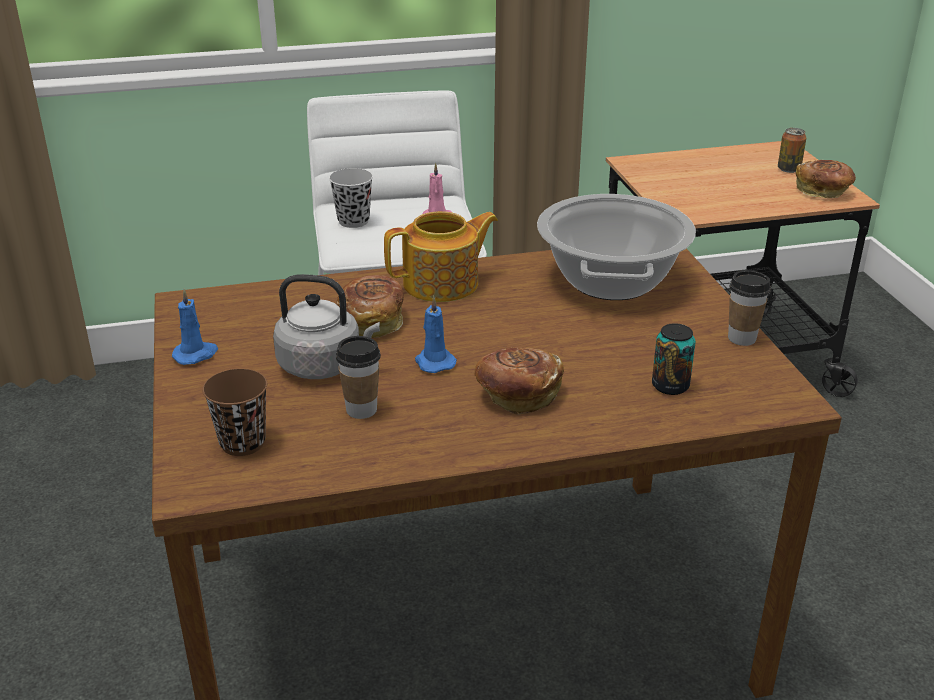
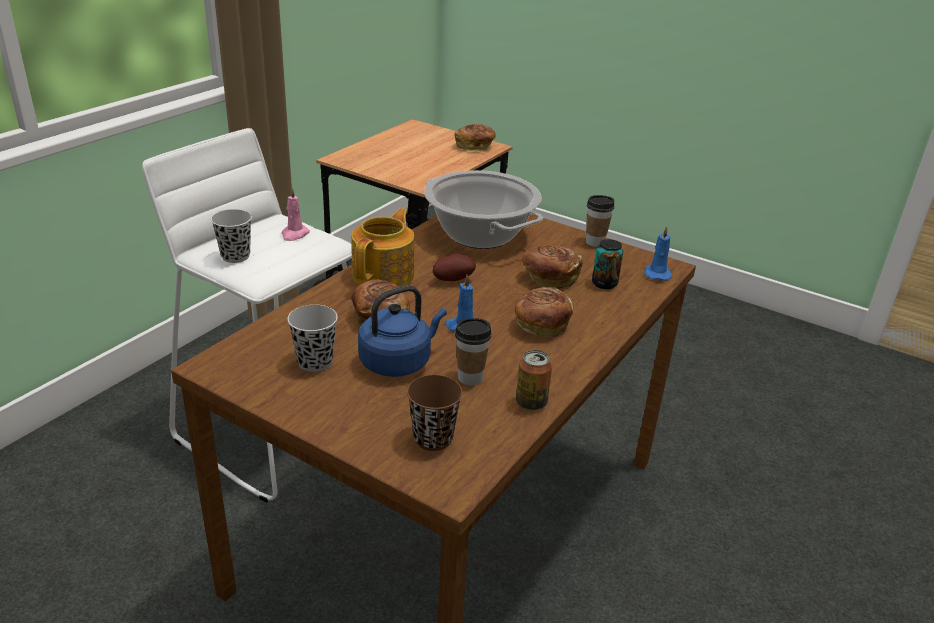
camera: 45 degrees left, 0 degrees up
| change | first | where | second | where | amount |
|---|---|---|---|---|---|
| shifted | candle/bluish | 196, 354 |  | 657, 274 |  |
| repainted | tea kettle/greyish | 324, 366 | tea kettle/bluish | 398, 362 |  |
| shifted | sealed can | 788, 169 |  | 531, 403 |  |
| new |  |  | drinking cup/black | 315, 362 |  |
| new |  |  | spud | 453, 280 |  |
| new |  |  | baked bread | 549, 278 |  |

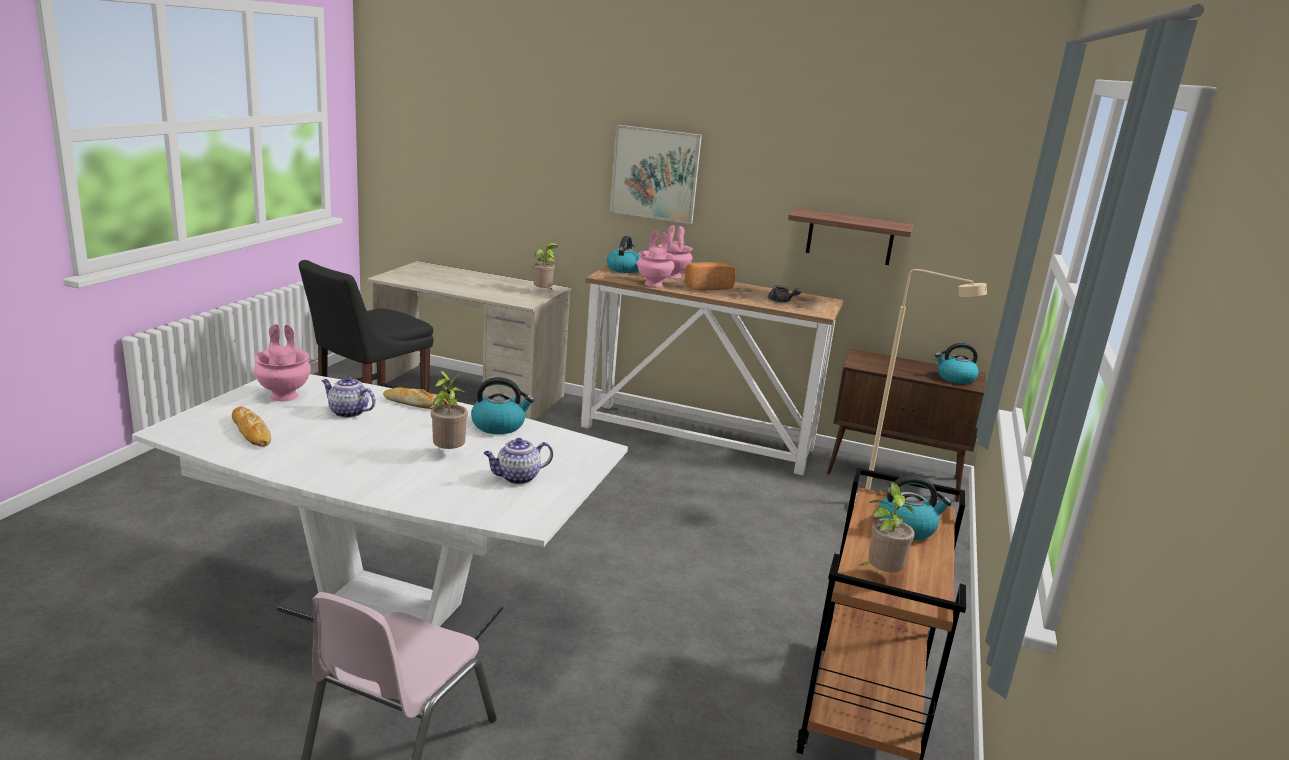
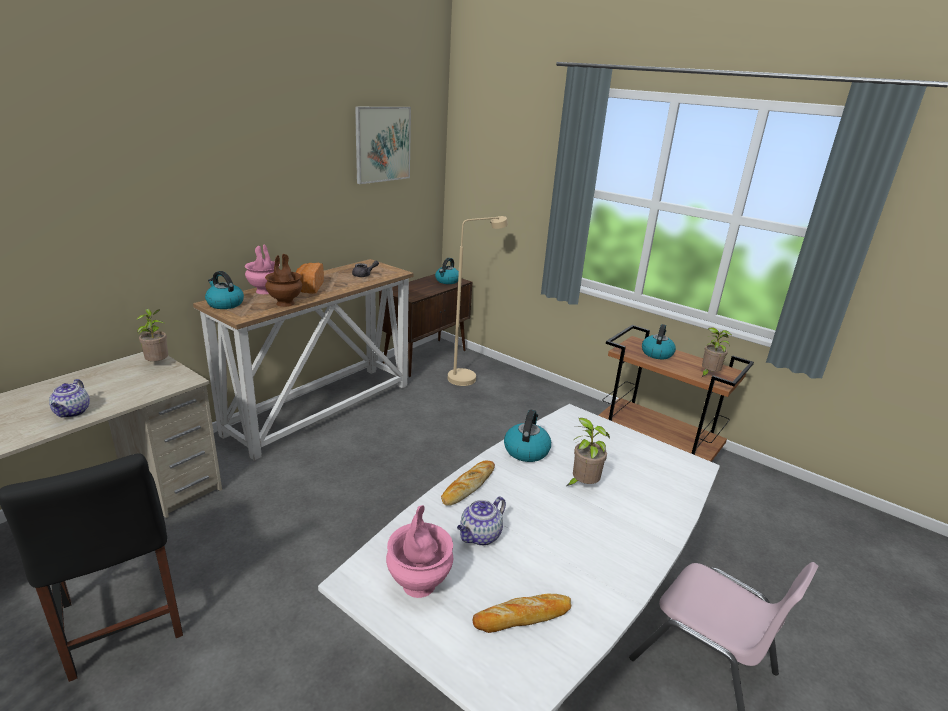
camera: 70 degrees left, 5 degrees up
| change | first | where | second | where | amount |
|---|---|---|---|---|---|
| shifted | pot for tea | 517, 478 |  | 72, 412 |  |
| shifted | wall picture | 655, 174 |  | 382, 144 |  |
| repainted | flower vase/pink | 654, 284 | flower vase/brown-coloured | 285, 303 |  |
| gone | shelf | 850, 237 |  |  |  |

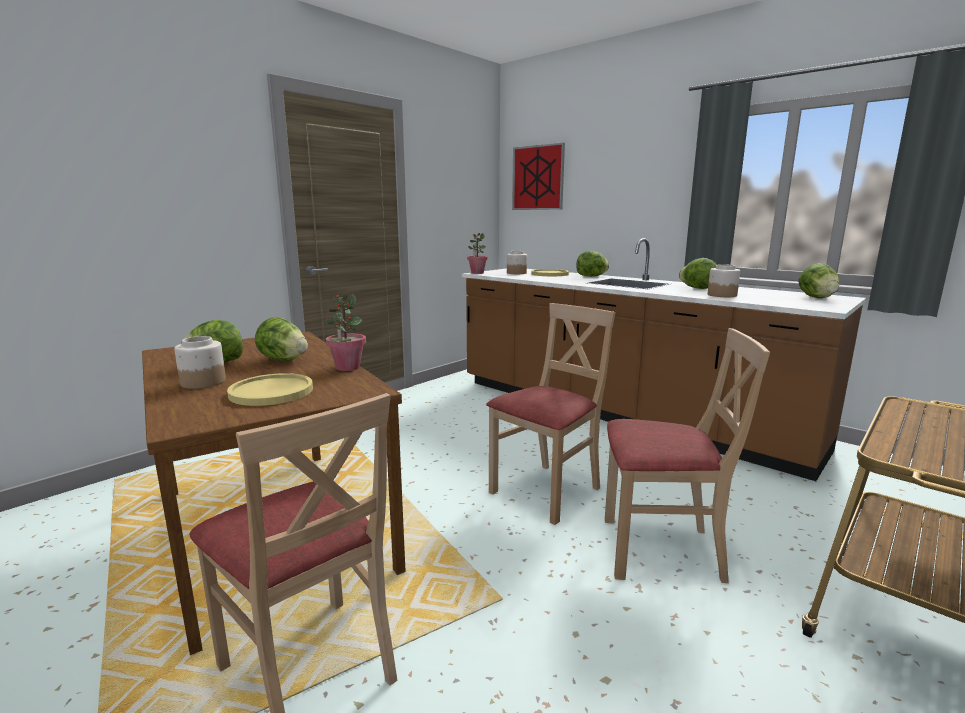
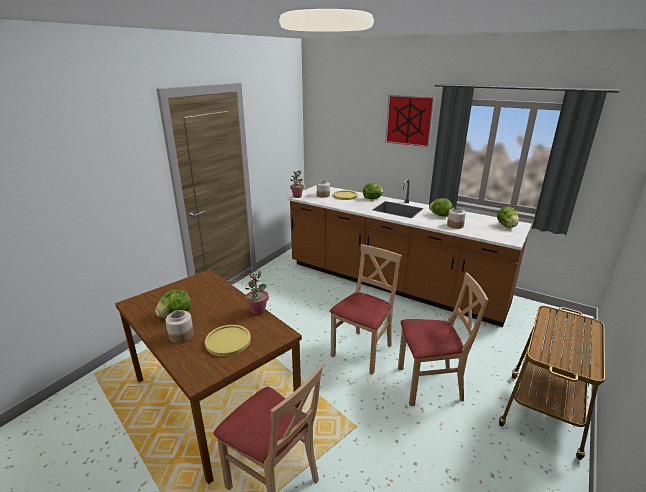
camera: 10 degrees left, 10 degrees up
| change | first | where | second | where | amount |
|---|---|---|---|---|---|
| gone | lettuce | 283, 360 |  |  |  |
| shifted | wall picture | 538, 178 |  | 409, 120 |  |

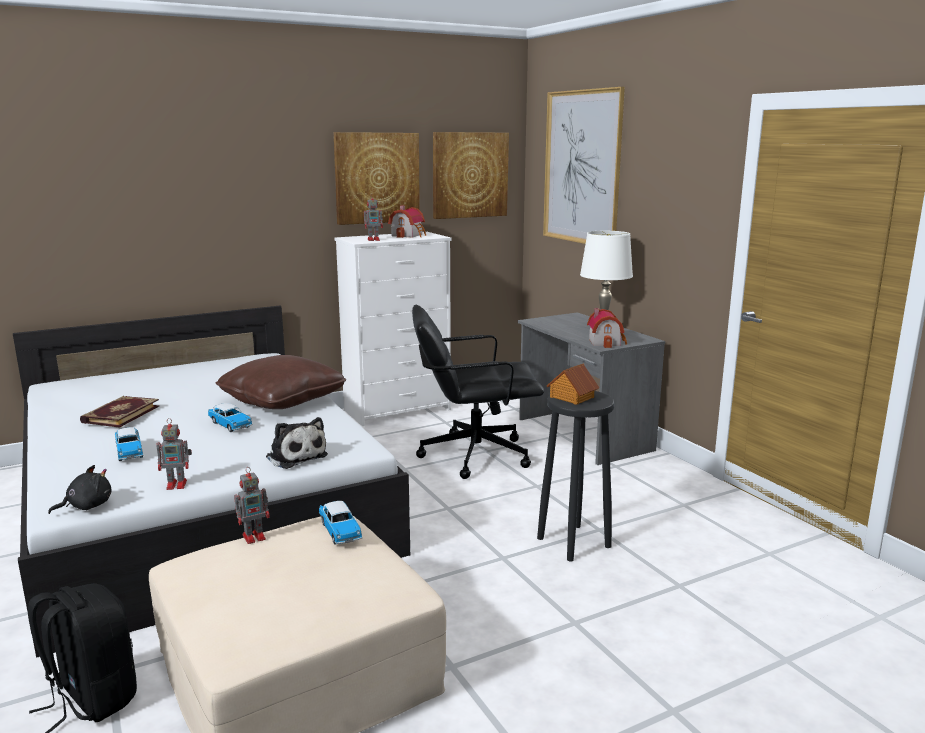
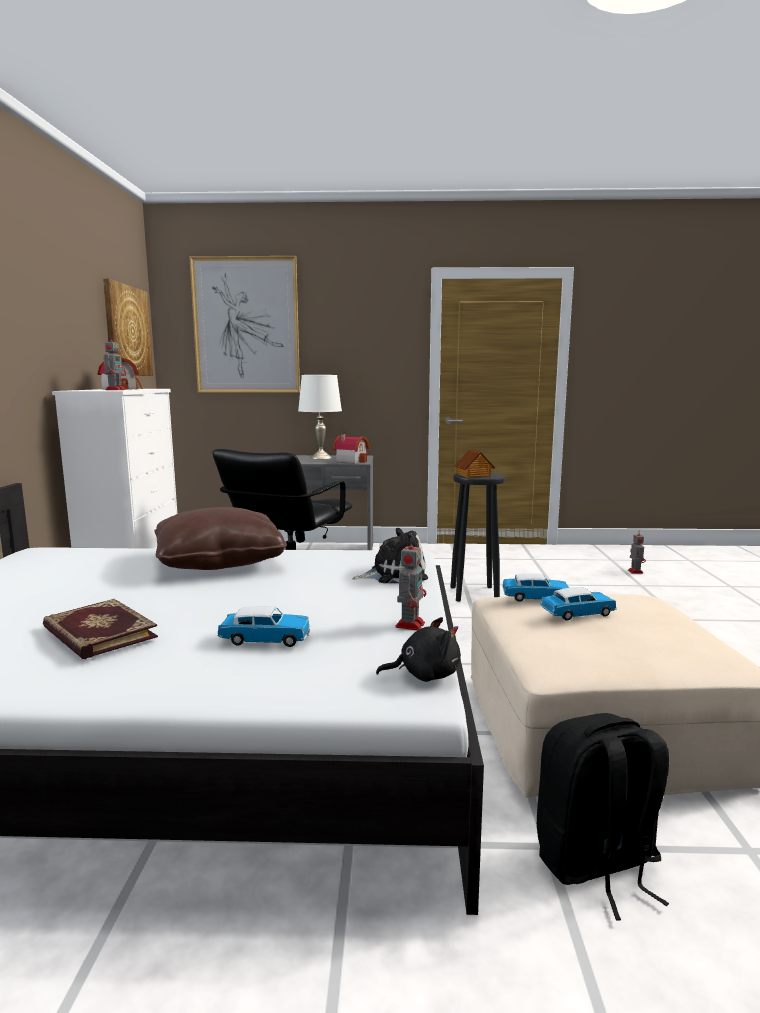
camera: 60 degrees left, 5 degrees down
| change | first | where | second | where | amount |
|---|---|---|---|---|---|
| rotated | plush toy/black | 86, 506 |  | 425, 675 | 90 degrees clockwise |
| shifted | miniature car | 230, 425 |  | 578, 613 |  |
| shifted | robot figure | 255, 536 |  | 635, 571 |  |
| gone | wall picture | 377, 178 |  |  |  |

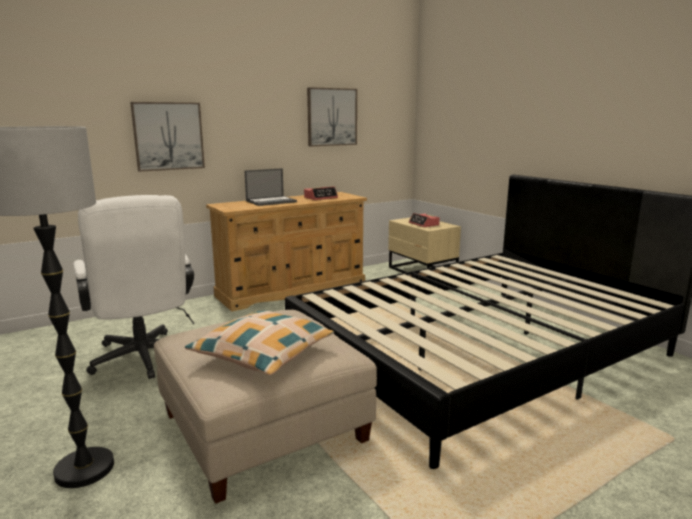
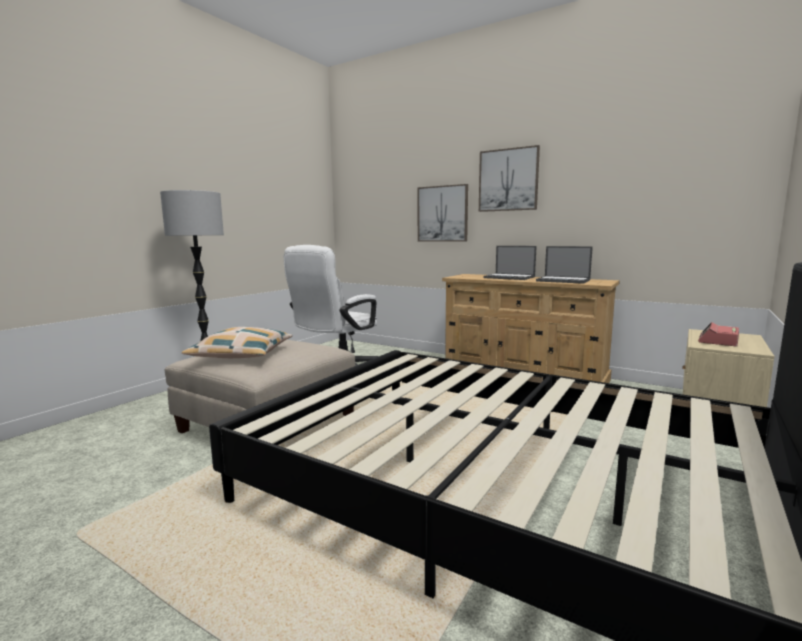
camera: 65 degrees right, 5 degrees down
| change | first | where | second | where | amount |
|---|---|---|---|---|---|
| swapped | bedside clock | 321, 198 | notebook computer | 564, 280 |  |
| shifted | wall picture | 332, 117 |  | 508, 180 |  |

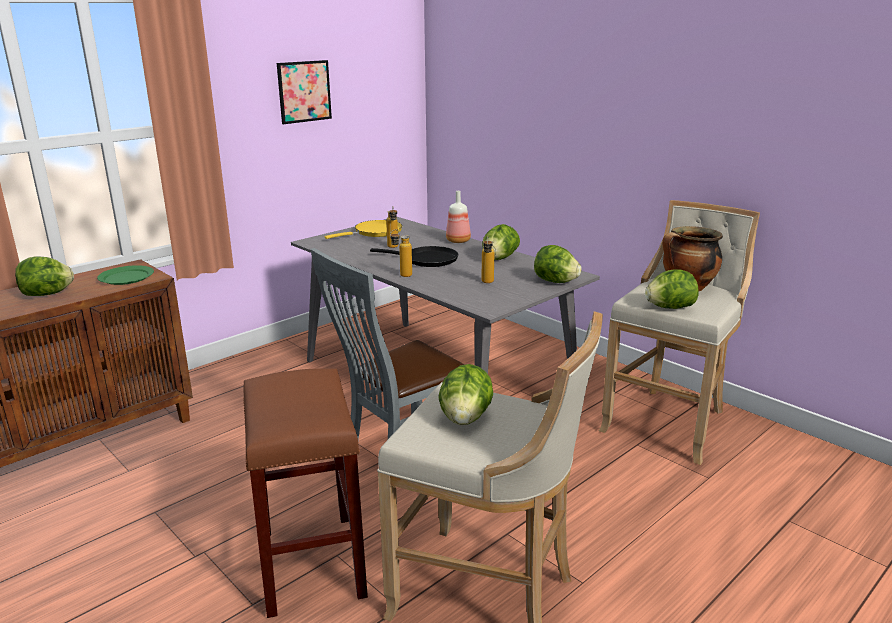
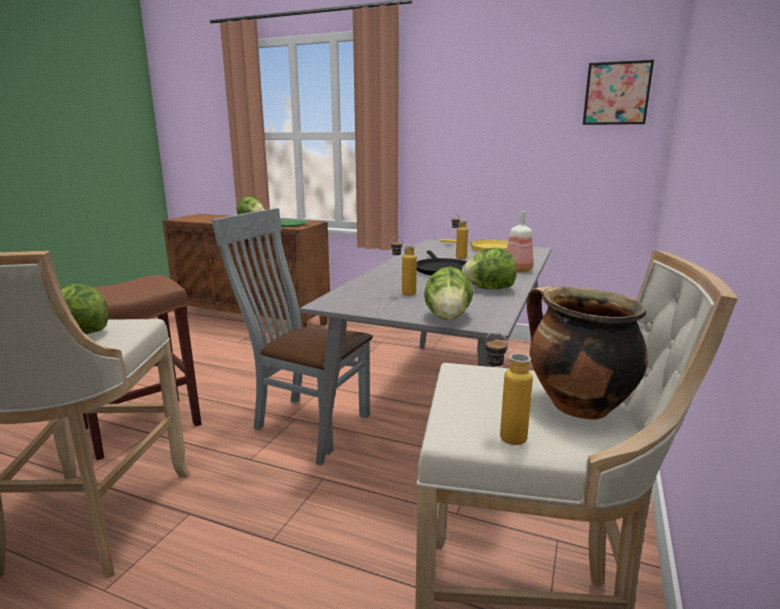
camera: 65 degrees right, 5 degrees down
| change | first | where | second | where | amount |
|---|---|---|---|---|---|
| shifted | wall picture | 304, 91 |  | 616, 93 |  |
| shifted | beverage bottle | 401, 276 |  | 502, 435 |  |
| gone | lettuce | 669, 307 |  |  |  |

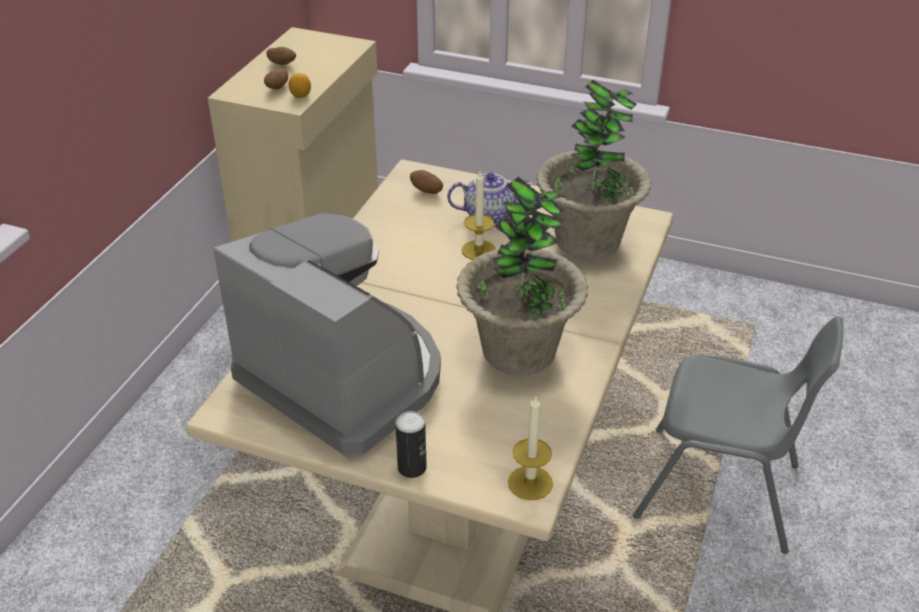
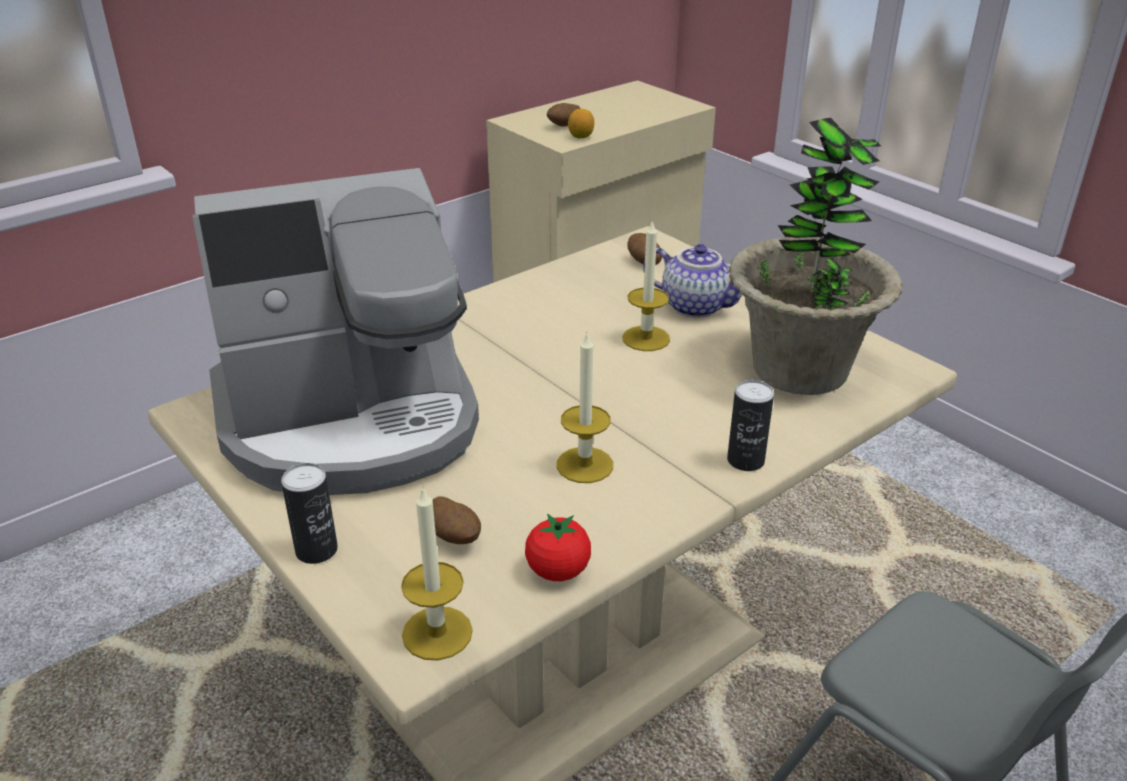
camera: 30 degrees right, 5 degrees down
| change | first | where | second | where | amount |
|---|---|---|---|---|---|
| rotated | coffee maker | 344, 378 |  | 352, 421 | 90 degrees clockwise |
| shifted | spud | 282, 64 |  | 455, 538 |  |
| swapped | houseplant | 519, 351 | candle | 584, 465 |  |
| new |  |  | tomato | 558, 571 |  |
| new |  |  | sealed can | 745, 460 |  |

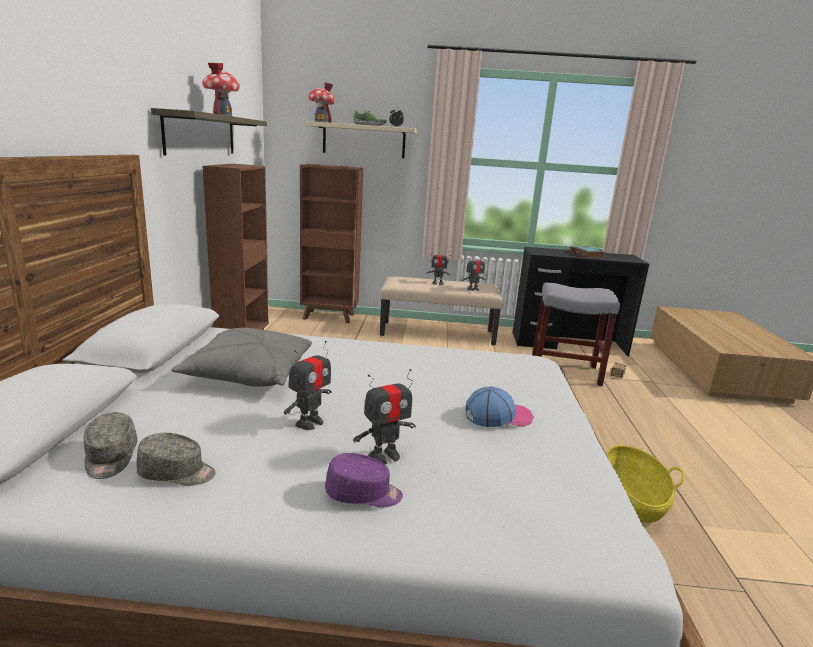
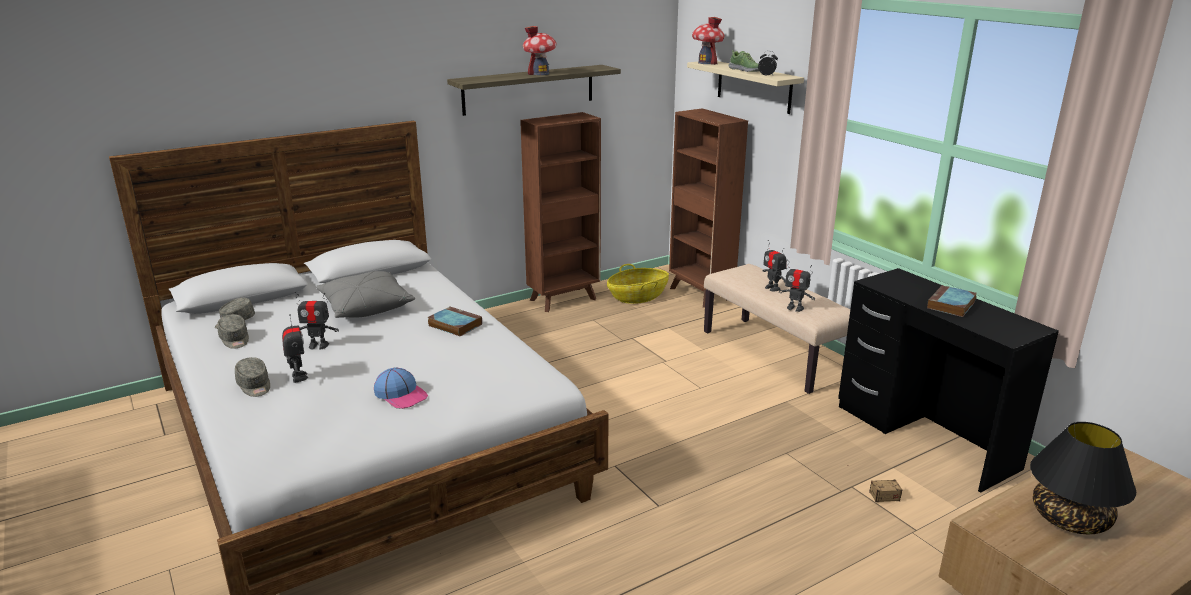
camera: 55 degrees right, 5 degrees up
| change | first | where | second | where | amount |
|---|---|---|---|---|---|
| repainted | peaked cap/purple-coloured | 364, 494 | peaked cap/greyish | 254, 386 |  |
| rotated | robot figure | 384, 456 |  | 298, 377 | 135 degrees counterclockwise |
| gone | sitting stool/greyish | 564, 372 |  |  |  |
| shifted | household basket | 631, 501 |  | 637, 297 |  |
| new |  |  | book | 454, 325 |  |
| new |  |  | table lamp/black | 1069, 518 |  |

